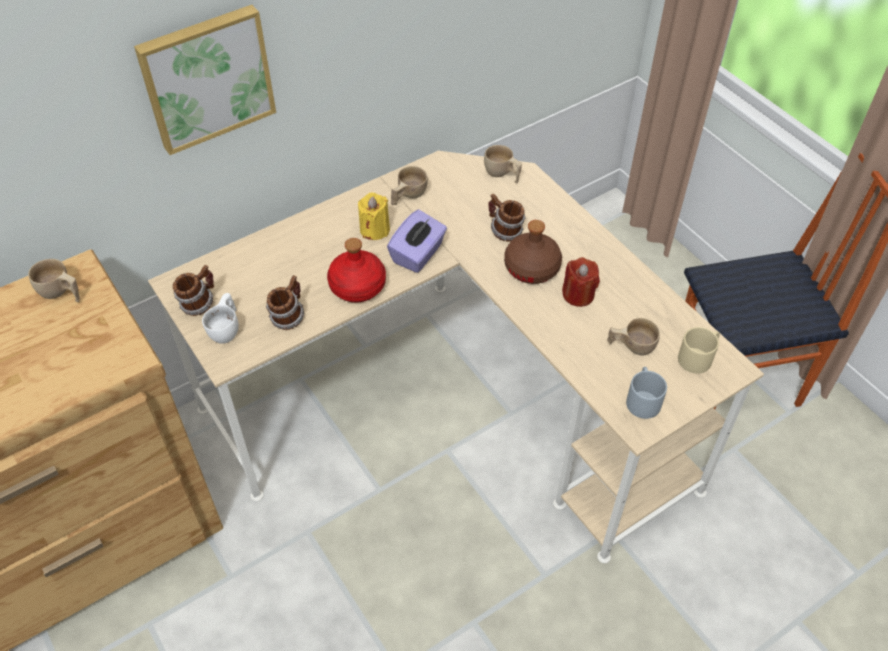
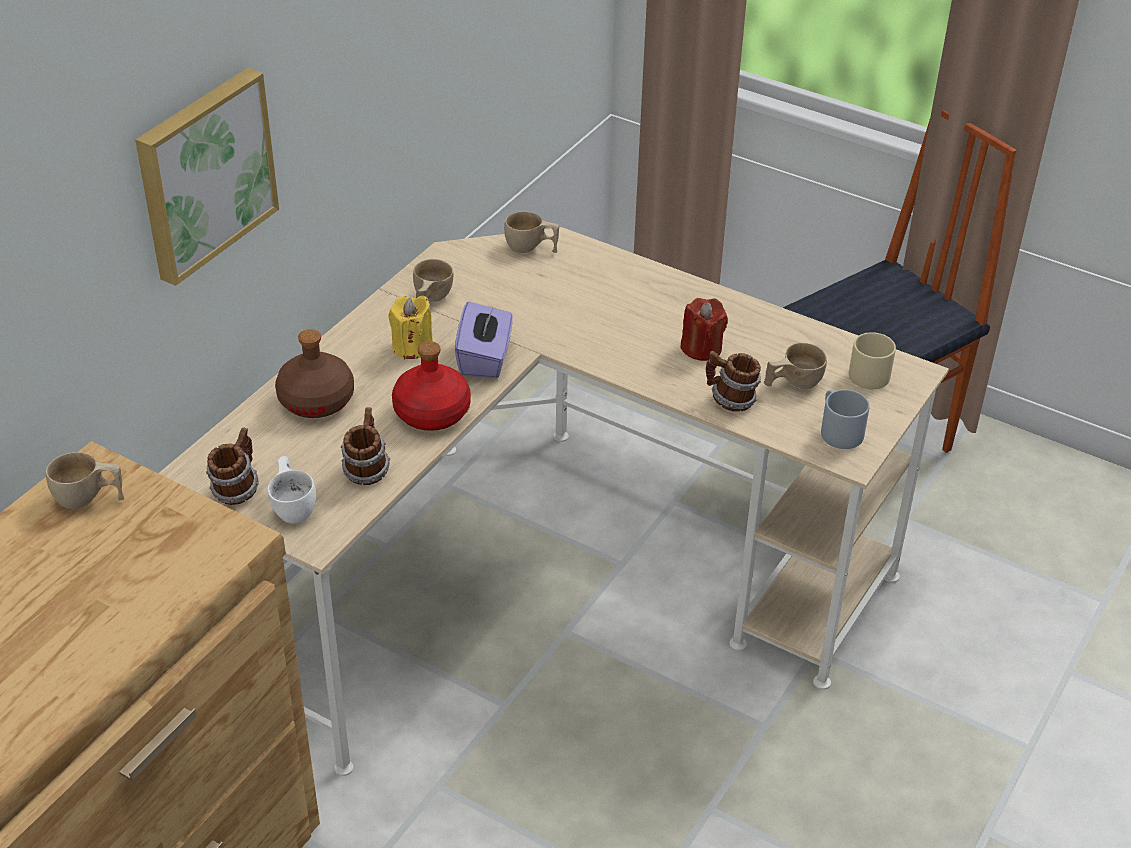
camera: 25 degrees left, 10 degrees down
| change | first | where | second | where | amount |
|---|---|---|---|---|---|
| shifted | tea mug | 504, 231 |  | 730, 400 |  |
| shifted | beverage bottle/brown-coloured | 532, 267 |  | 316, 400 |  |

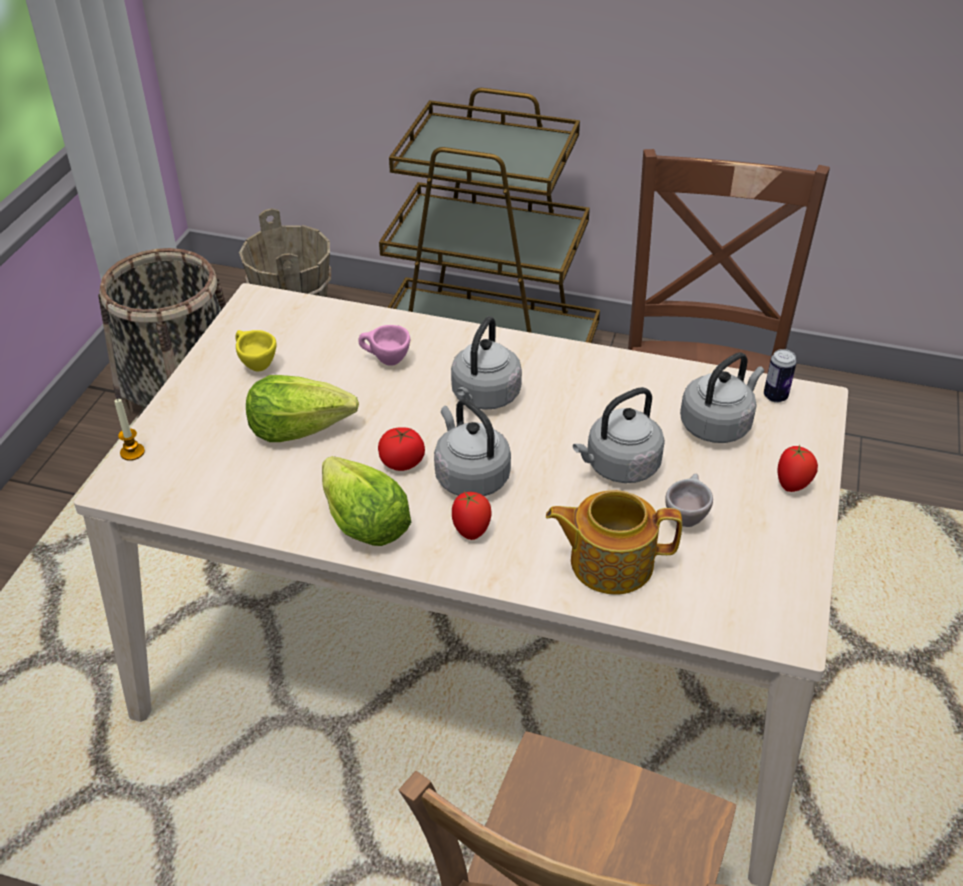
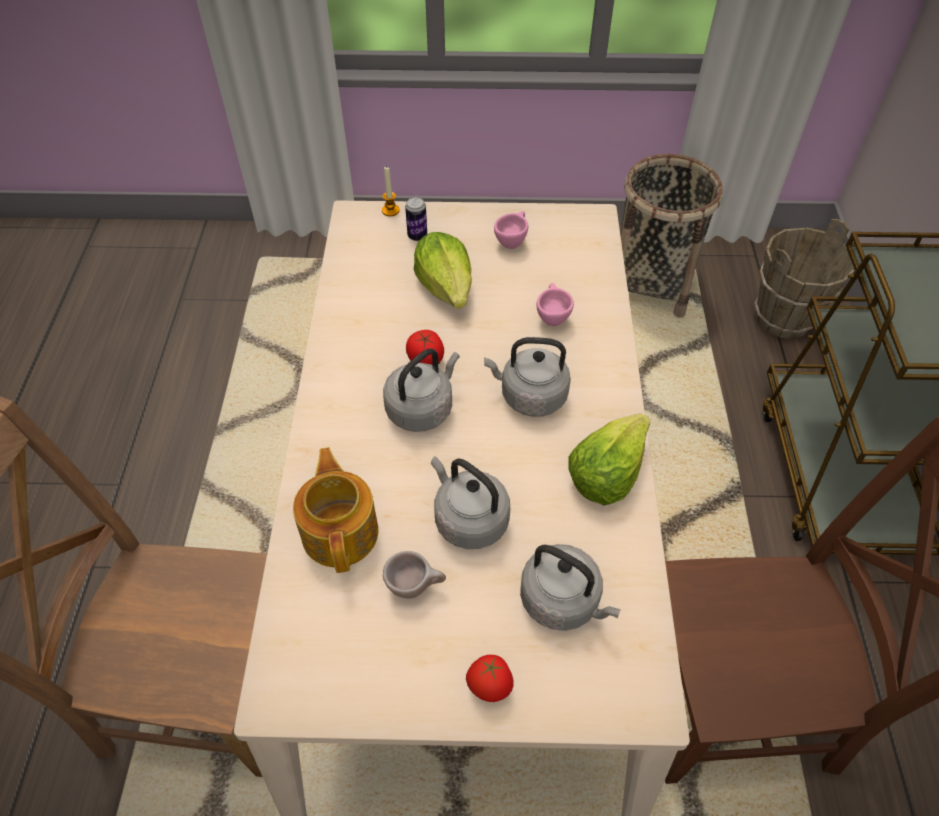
camera: 75 degrees right, 10 degrees up
| change | first | where | second | where | amount |
|---|---|---|---|---|---|
| repainted | drinking cup/yellow | 255, 365 | drinking cup/pink | 512, 241 |  |
| shifted | lettuce | 363, 522 |  | 606, 472 |  |
| gone | tomato | 471, 531 |  |  |  |
| shifted | sealed can | 775, 396 |  | 417, 236 |  |

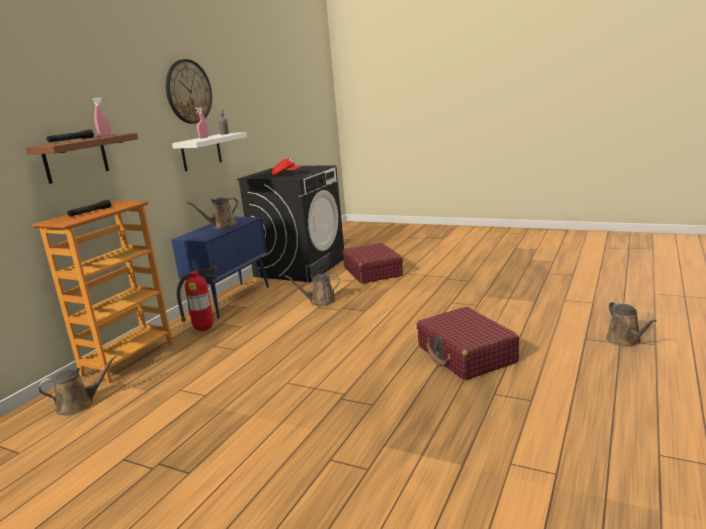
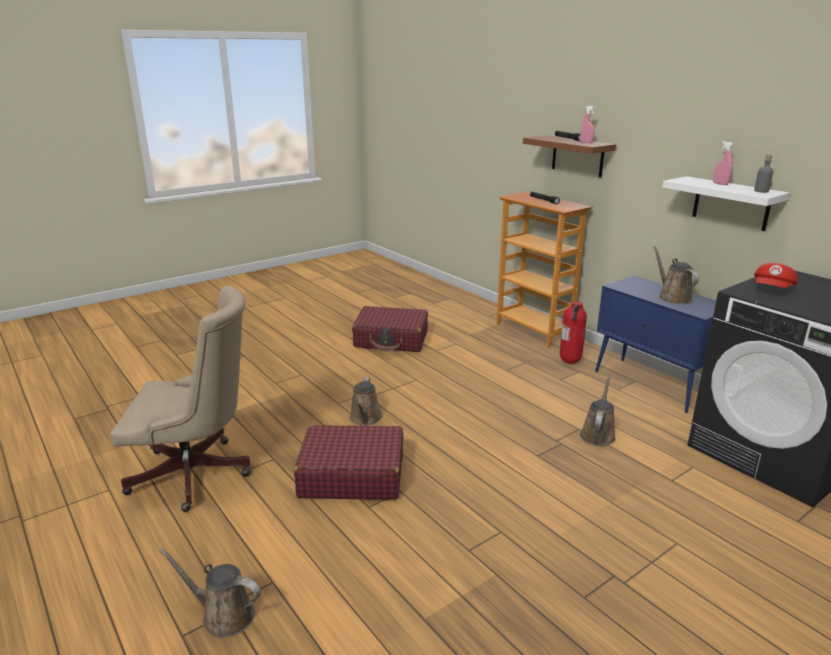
camera: 115 degrees right, 5 degrees up
| change | first | where | second | where | amount |
|---|---|---|---|---|---|
| shifted | watering can/brown-coloured | 79, 405 |  | 365, 419 |  |
| gone | wall clock | 188, 92 |  |  |  |
| shifted | piece of luggage/reddish | 372, 272 |  | 391, 339 |  |
| new |  |  | computer chair/beige | 198, 475 |  |

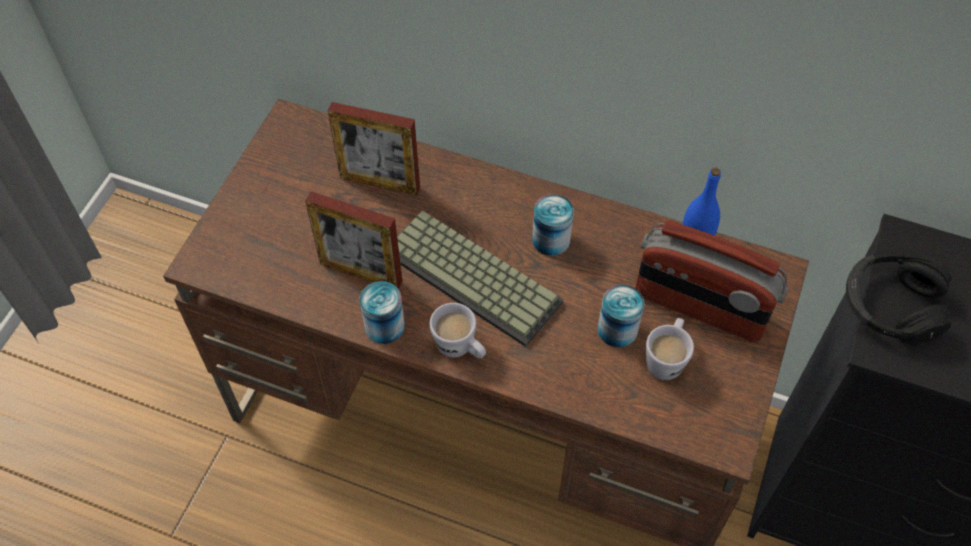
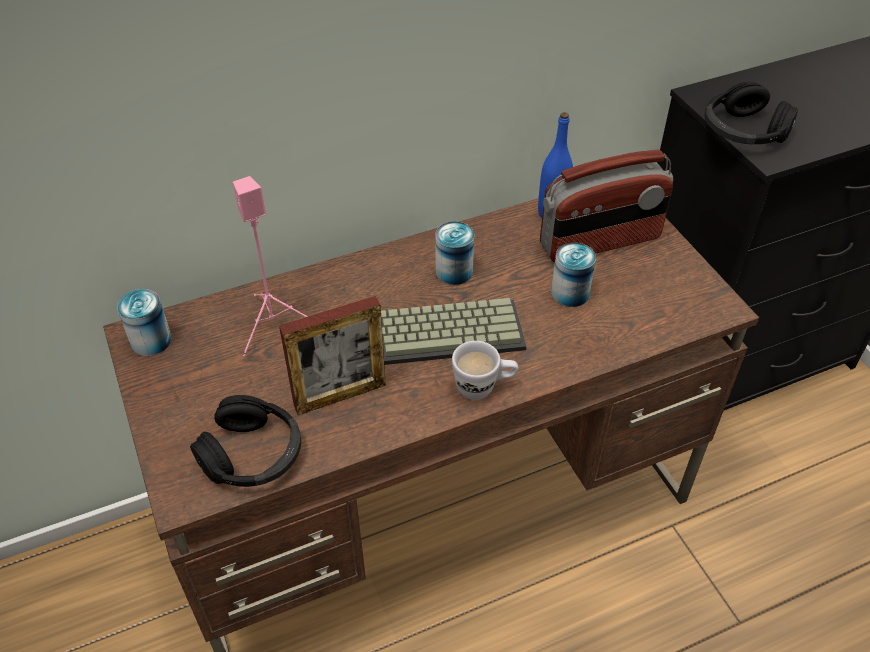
camera: 45 degrees left, 10 degrees down
| change | first | where | second | where | amount |
|---|---|---|---|---|---|
| swapped | standing frame | 380, 182 | loudspeaker/pink | 274, 324 |  |
| shifted | sealed can | 384, 326 |  | 151, 341 |  |
| gone | tea mug/white | 666, 358 |  |  |  |
| new |  |  | headset/black | 253, 455 |  |

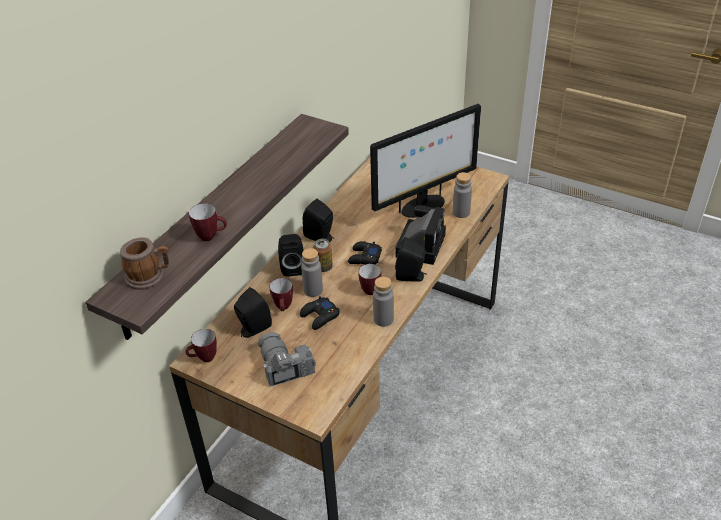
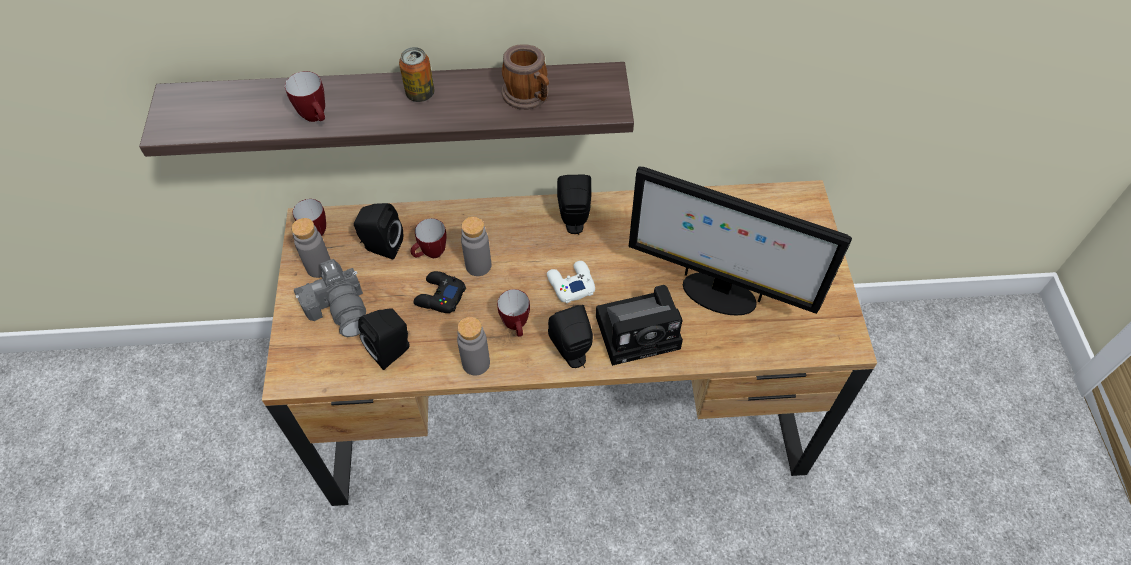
camera: 55 degrees right, 15 degrees up
| change | first | where | second | where | amount |
|---|---|---|---|---|---|
| shifted | tea mug | 149, 276 |  | 529, 96 |  |
| rotated | still camera | 283, 368 |  | 340, 308 | 120 degrees clockwise |
| shifted | loudspeaker/black | 292, 267 |  | 392, 350 |  |
| shifted | sealed can | 323, 267 |  | 420, 94 |  |
| repainted | gamepad/black | 364, 257 | gamepad/white | 570, 284 |  |
| shifted | beverage bottle/greyish | 461, 212 |  | 319, 267 |  |

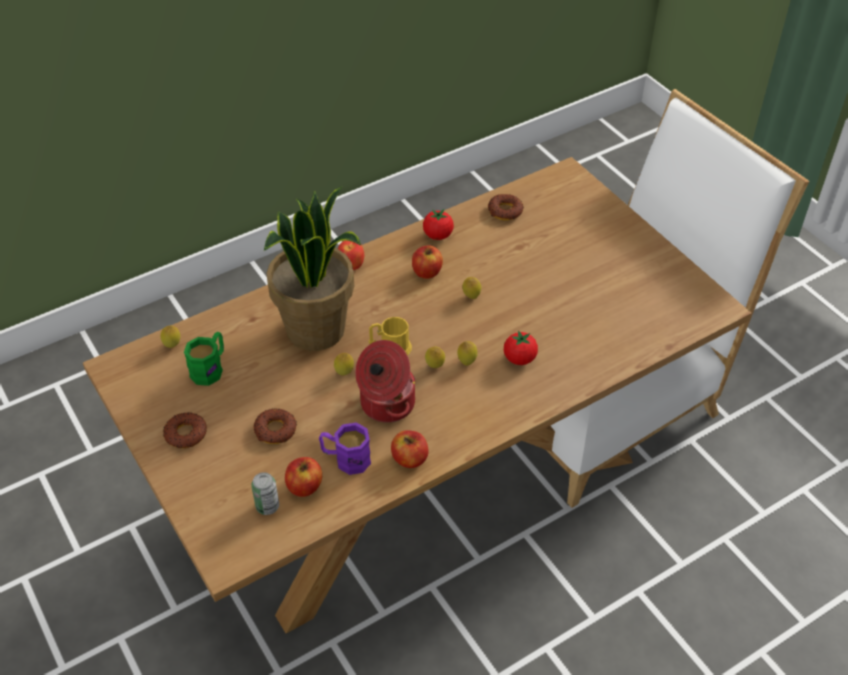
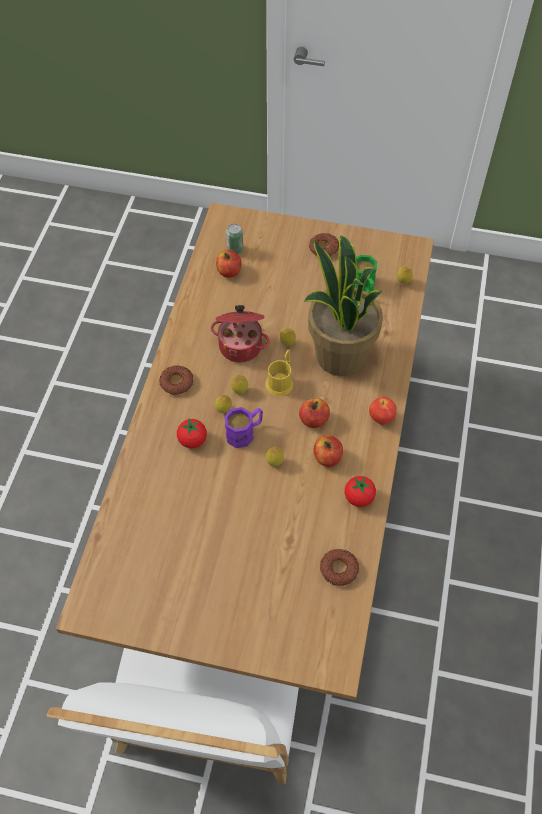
camera: 135 degrees right, 10 degrees up
| change | first | where | second | where | amount |
|---|---|---|---|---|---|
| shifted | donut | 275, 430 |  | 176, 382 |  |
| shifted | tea mug/purple-coloured | 346, 459 |  | 245, 433 |  |
| shifted | apple fruit | 410, 458 |  | 314, 420 |  |

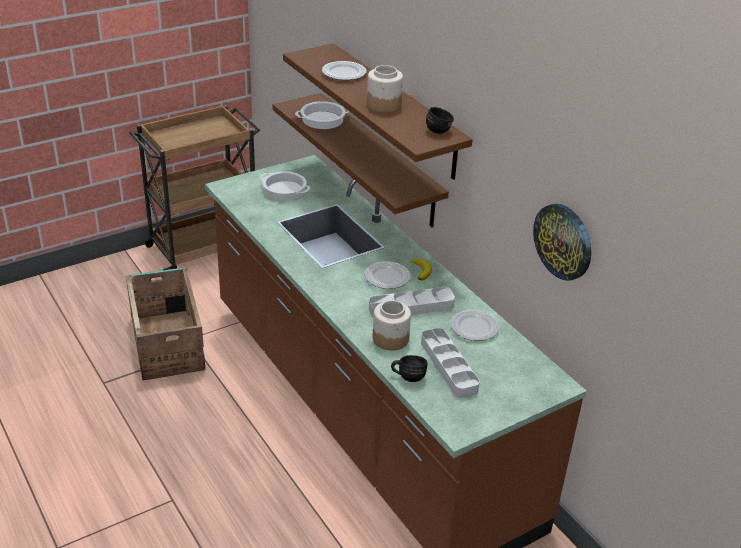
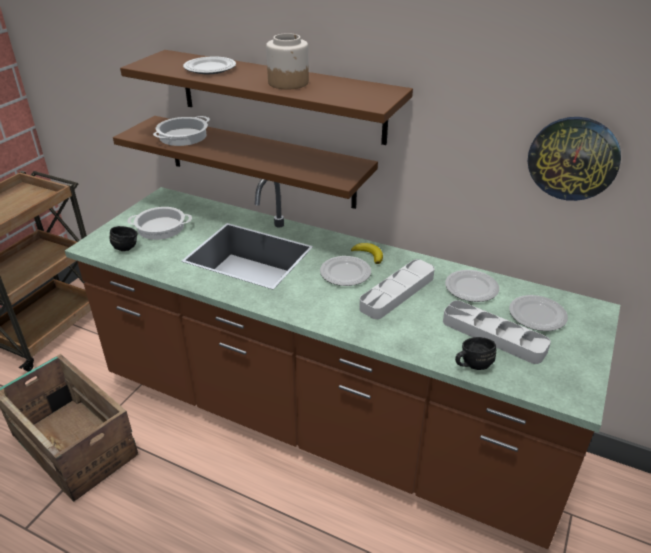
camera: 30 degrees left, 0 degrees up
| change | first | where | second | where | amount |
|---|---|---|---|---|---|
| gone | preserve jar | 391, 338 |  |  |  |
| shifted | tea mug/black | 439, 129 |  | 125, 246 |  |
| new |  |  | flat dish | 537, 315 |  |

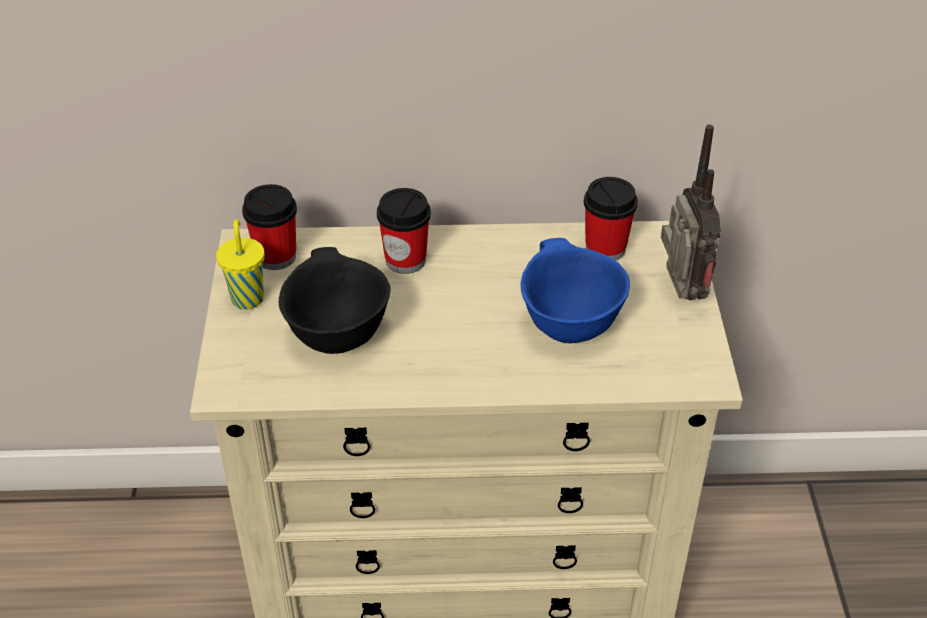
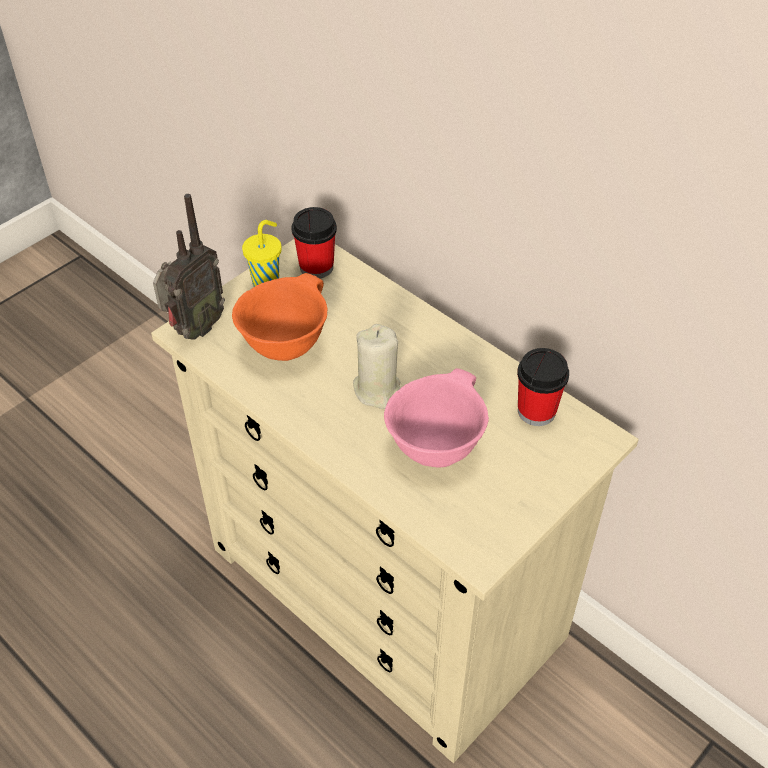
camera: 45 degrees right, 5 degrees up
| change | first | where | second | where | amount |
|---|---|---|---|---|---|
| repainted | bowl/black | 335, 335 | bowl/orangey | 284, 344 |  |
| gone | drinking cup | 405, 260 |  |  |  |
| repainted | bowl/bluish | 568, 325 | bowl/pink | 434, 446 |  |
| shifted | radio receiver | 680, 294 |  | 194, 329 |  |
| new |  |  | candle/beige | 378, 390 |  |

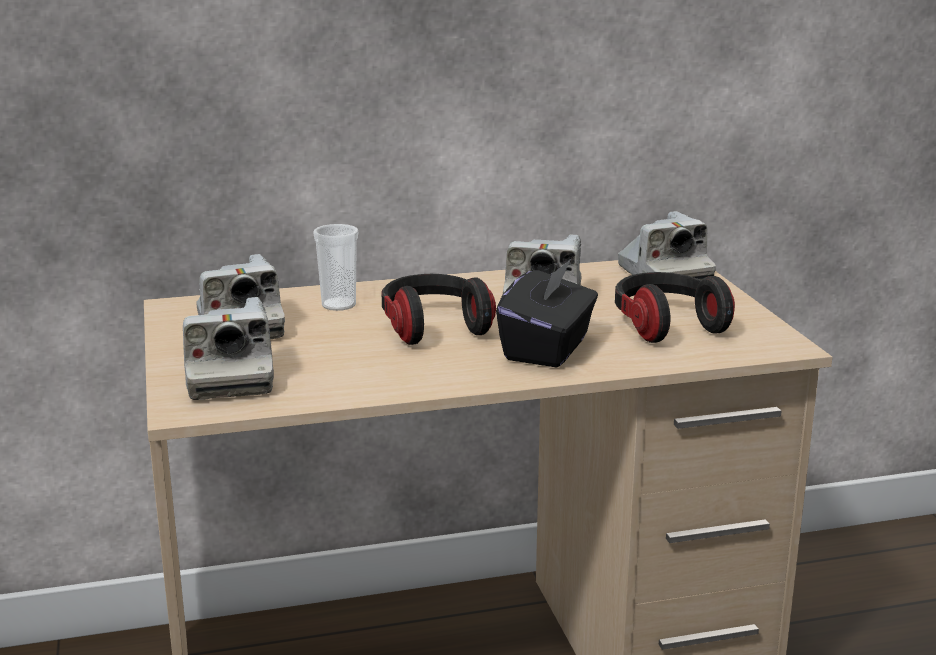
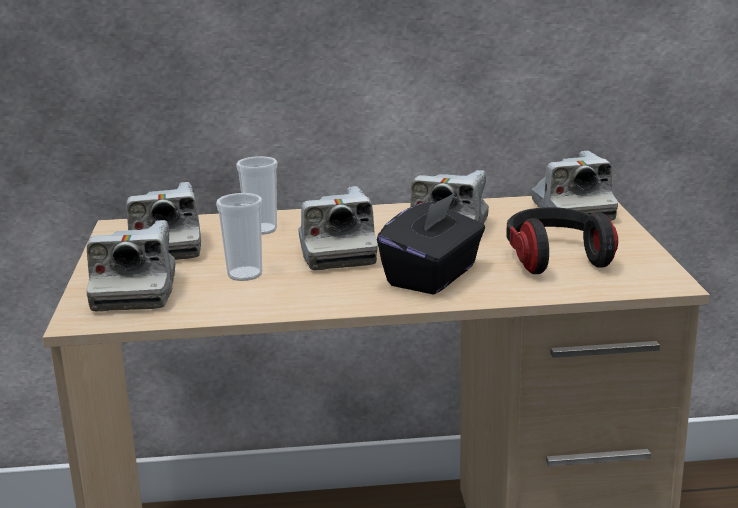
camera: 10 degrees right, 0 degrees up
| change | first | where | second | where | amount |
|---|---|---|---|---|---|
| swapped | headset | 433, 328 | still camera | 336, 253 |  |
| new |  |  | drinking cup | 245, 275 |  |

